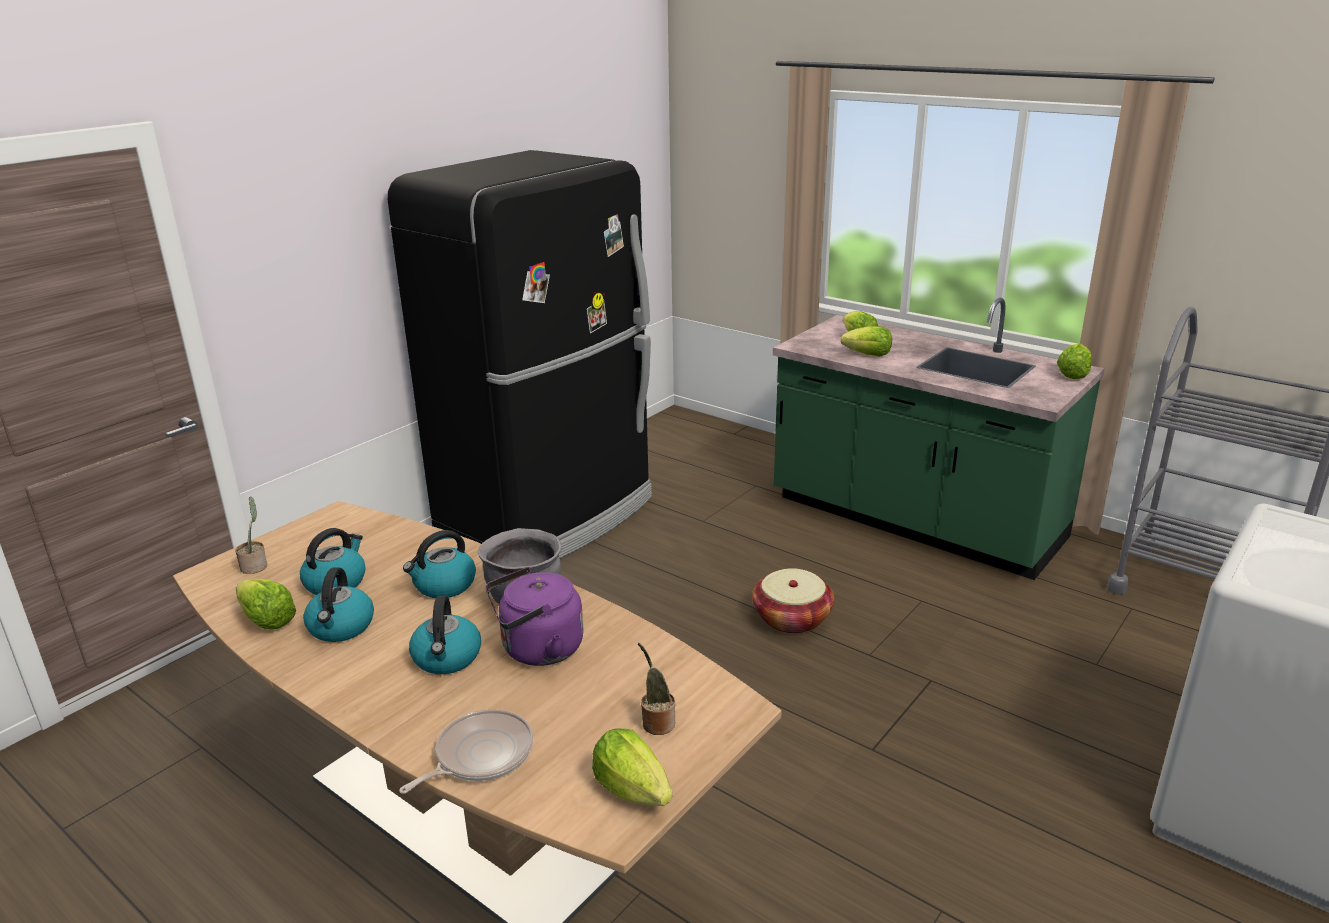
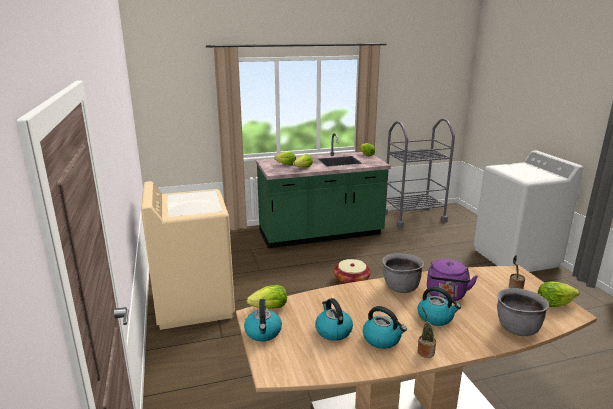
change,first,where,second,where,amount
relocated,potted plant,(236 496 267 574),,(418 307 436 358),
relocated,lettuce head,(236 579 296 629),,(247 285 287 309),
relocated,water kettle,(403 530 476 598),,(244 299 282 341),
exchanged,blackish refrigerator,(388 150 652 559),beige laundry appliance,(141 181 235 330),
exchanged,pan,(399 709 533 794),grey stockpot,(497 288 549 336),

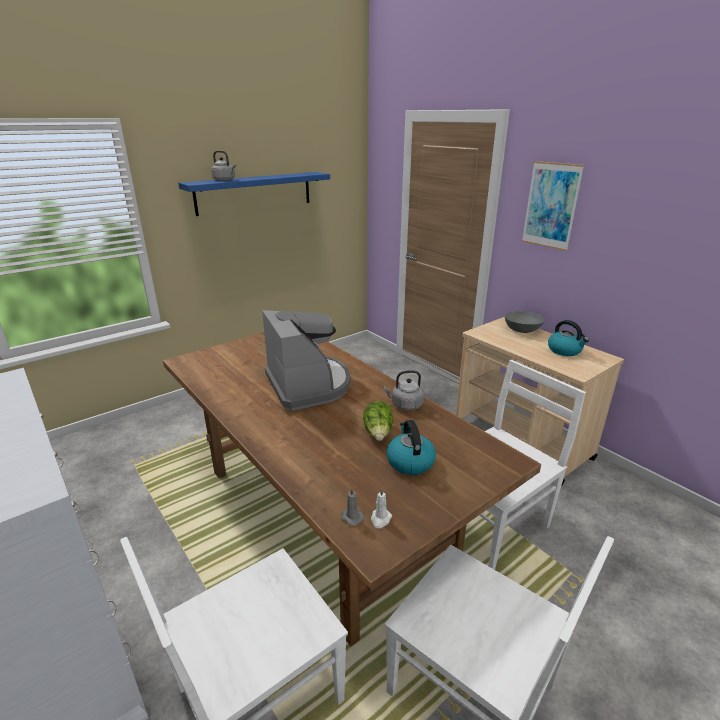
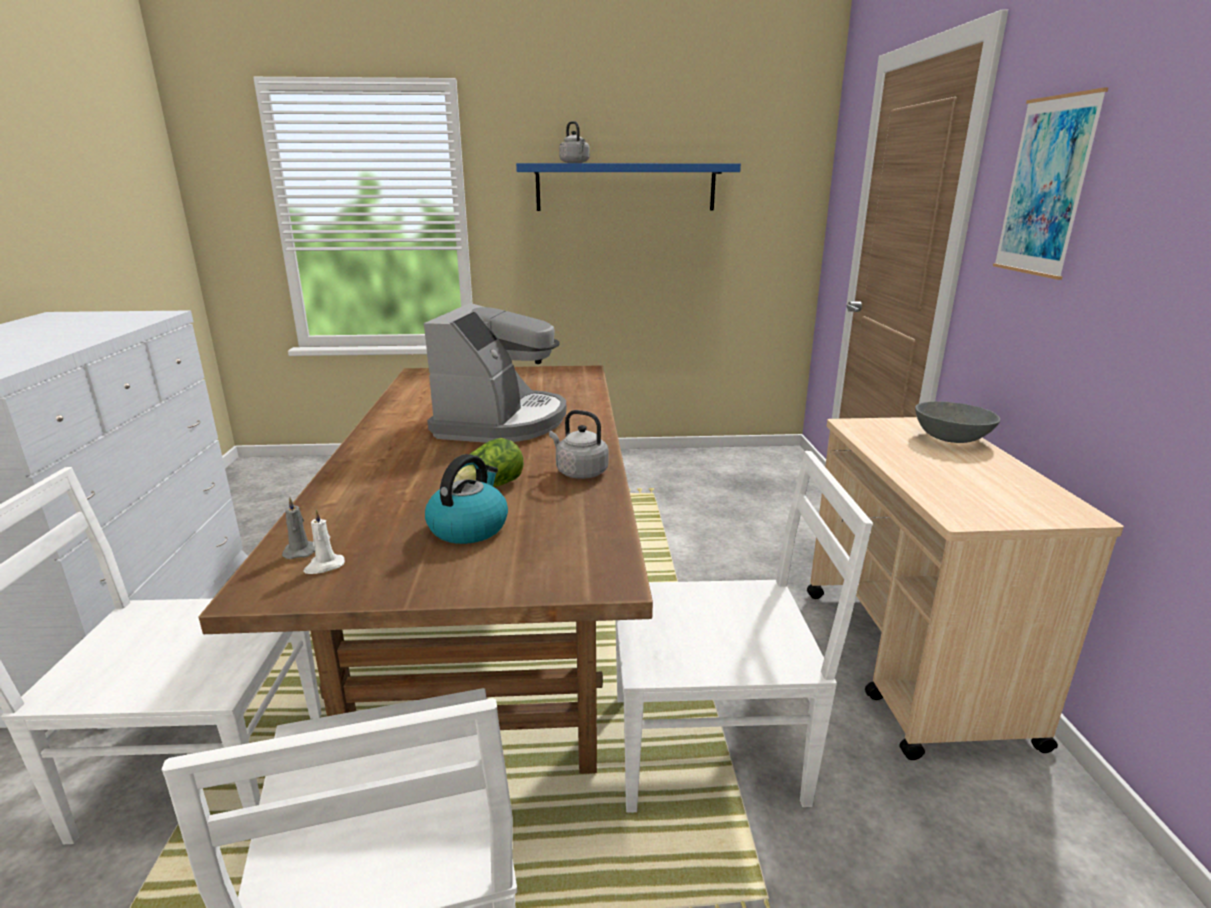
change,first,where,second,where,amount
missing,water kettle,(548 320 589 356),,,

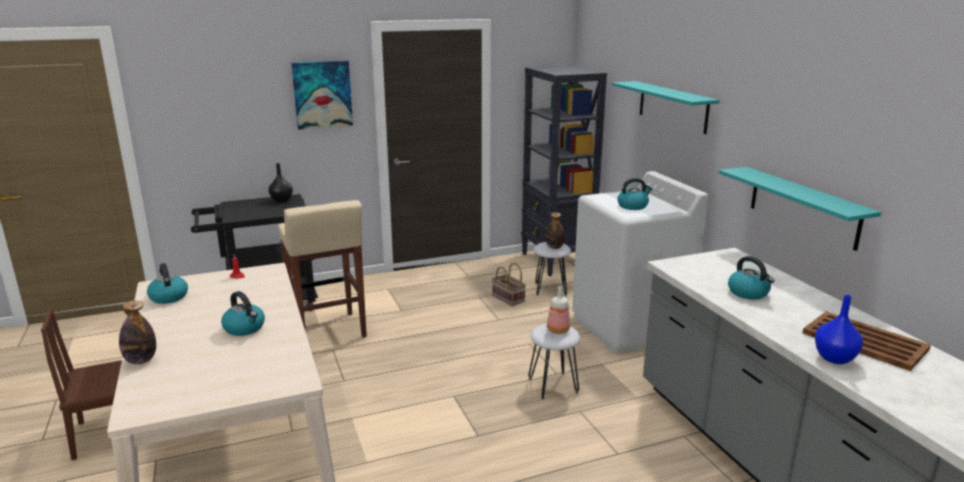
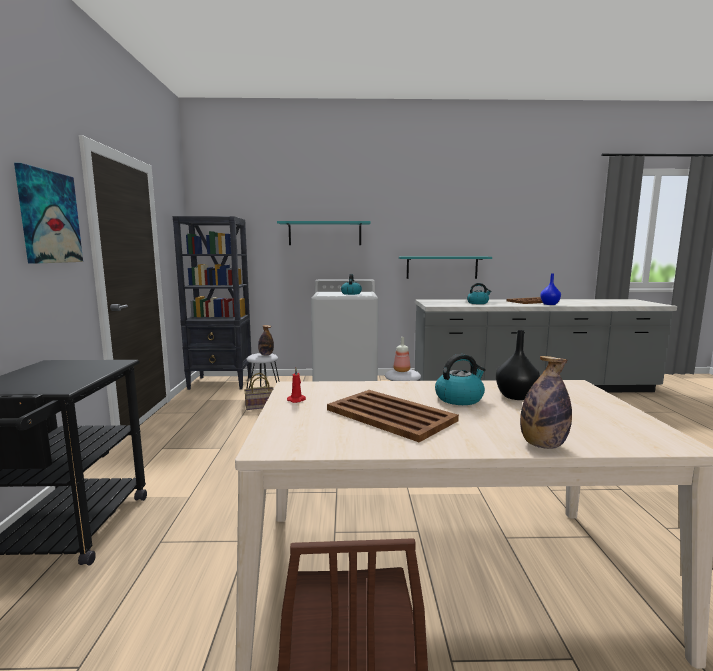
change,first,where,second,where,amount
missing,water kettle,(147 263 188 304),,,
missing,beige stool,(278 200 367 338),,,
appeared,,,brown-coloured serving tray,(327 390 459 442),
relocated,blackish vase,(268 163 293 203),,(496 330 540 400),

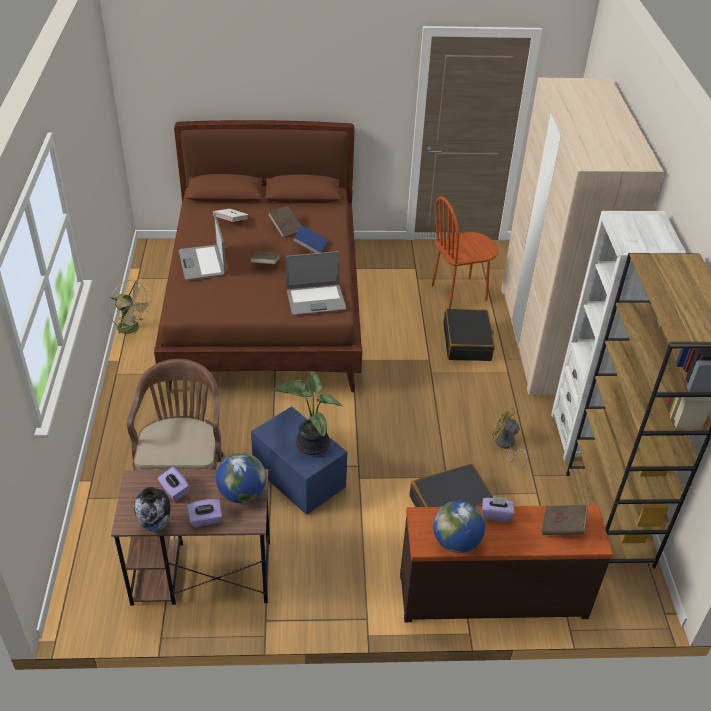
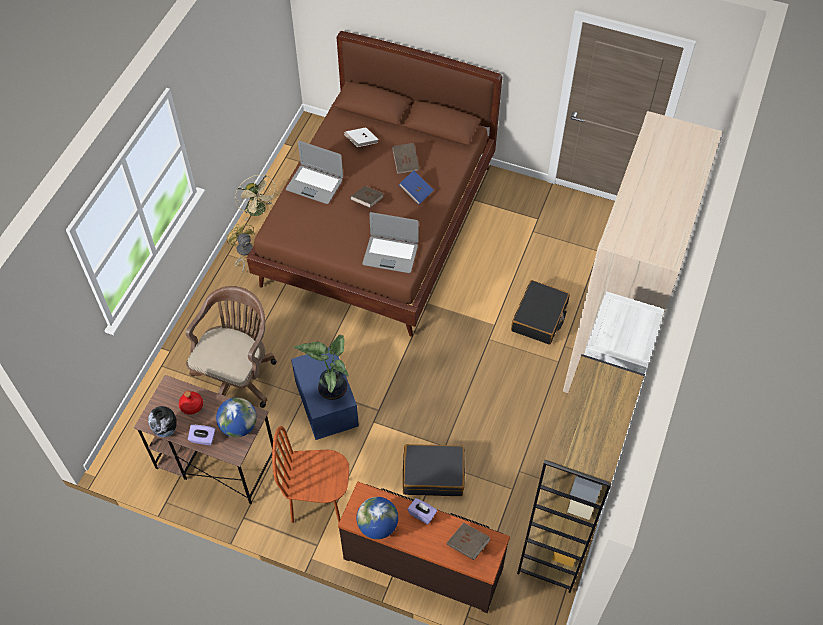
change,first,where,second,where,amount
relocated,brown-coloured plain chair,(432 197 498 309),,(272 426 349 523),
relocated,yellow-coloured cooling fan,(492 405 527 467),,(227 222 255 273),
exchanged,purple-coloured box of tissues,(158 467 189 501),reddish bottle,(179 391 203 415),
spun,notebook computer,(179 213 226 280),,(286 141 343 204),75 degrees counterclockwise

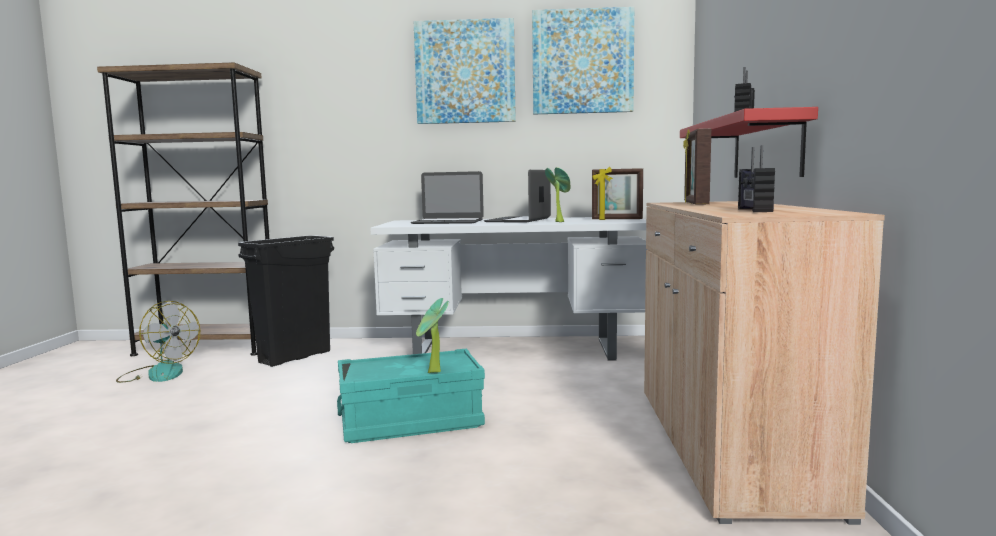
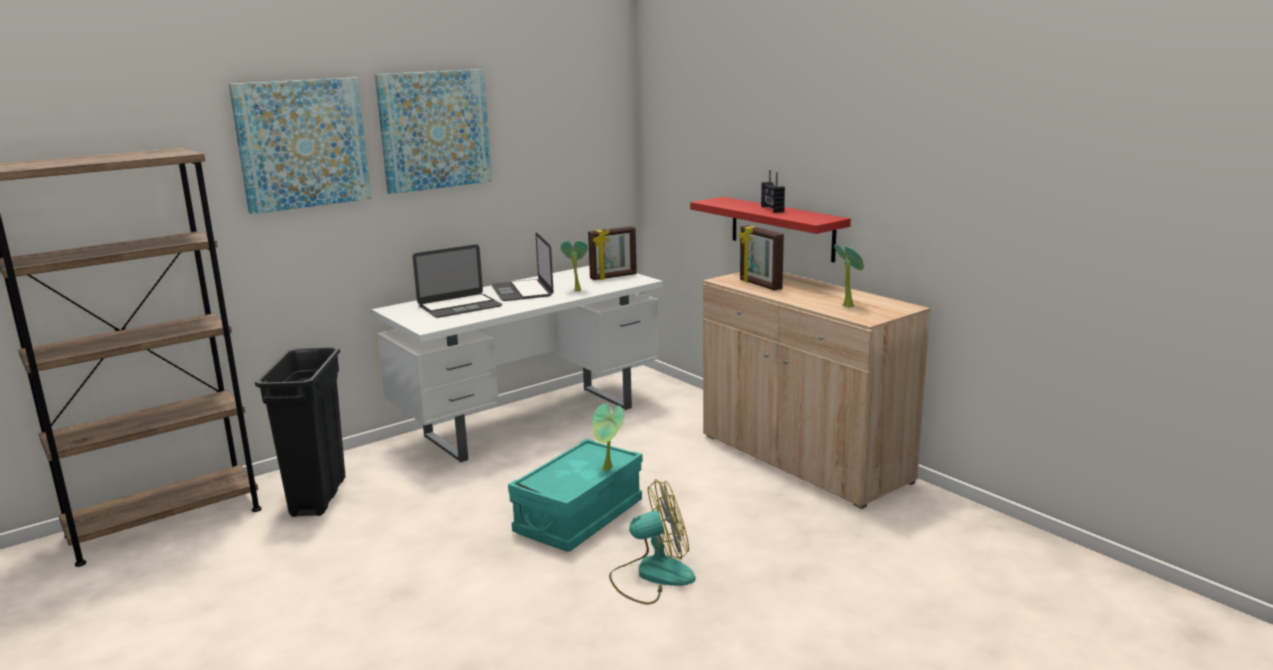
change,first,where,second,where,amount
relocated,cooling fan,(116 301 200 383),,(609 479 696 604),
relocated,picture,(532 7 634 114),,(229 77 371 214),
exchanged,radio,(738 145 775 212),potted plant,(834 244 864 307),

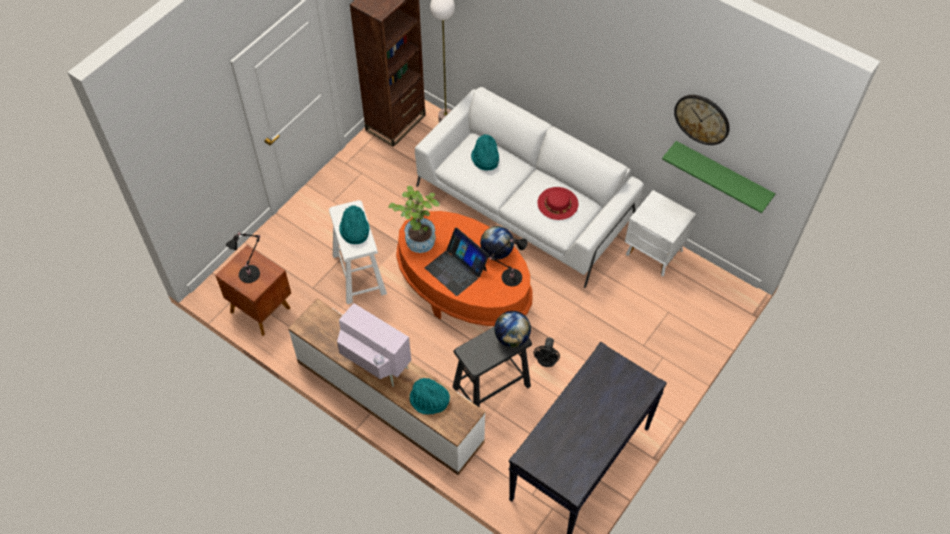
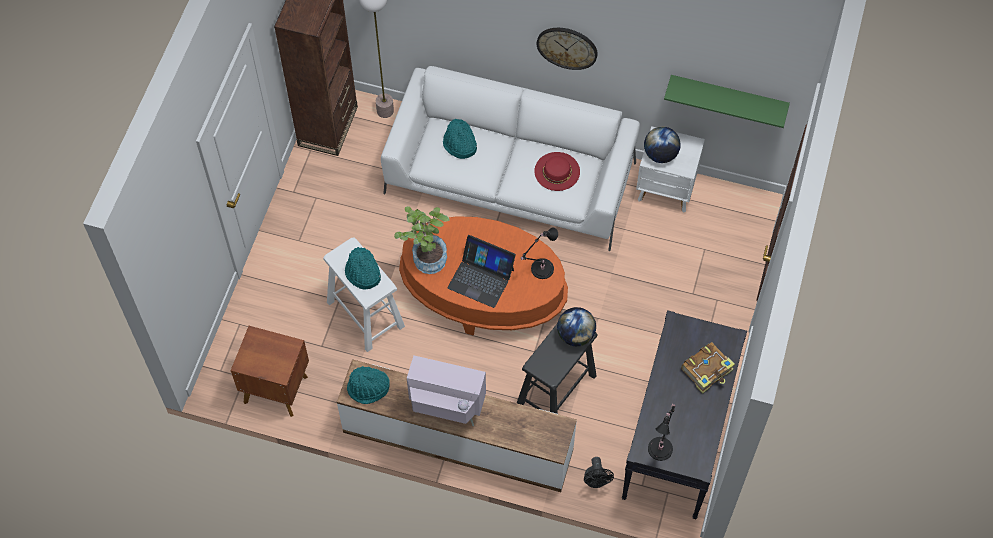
change,first,where,second,where,amount
appeared,,,book,(681 342 735 394),
relocated,blackish table lamp,(226 232 261 283),,(648 403 675 461),
relocated,turquoise-coloured wearable hat,(409 378 450 415),,(347 366 390 404),
relocated,desk globe,(480 226 514 260),,(644 127 681 163),
relocated,blackish cooling fan,(533 337 560 367),,(584 457 614 488),
relocated,wall clock,(674 95 730 145),,(537 28 598 70),

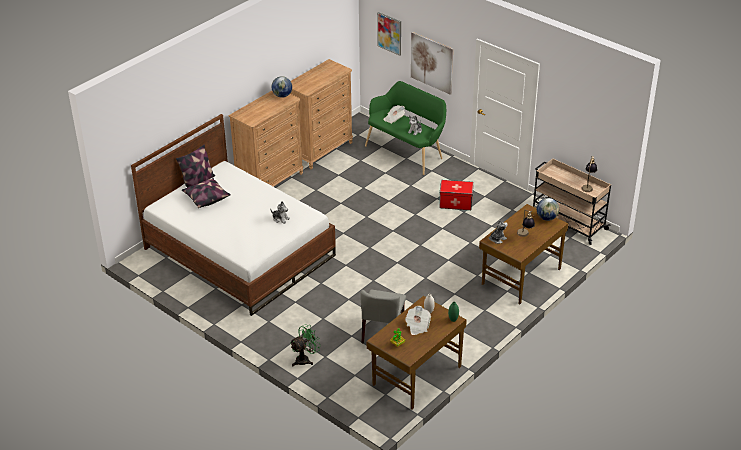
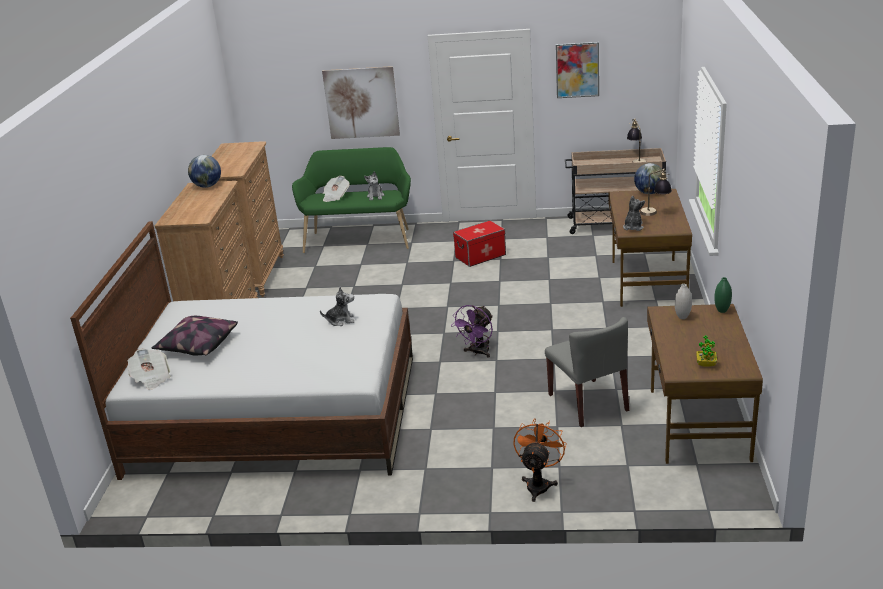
change,first,where,second,where,amount
missing,pillow,(176 144 215 188),,,
appeared,,,purple-coloured cooling fan,(451 305 493 357),
relocated,picture,(377 12 401 56),,(556 42 599 98),
relocated,daily paper,(405 306 431 335),,(127 348 171 390),
colour,green cooling fan,(290 324 321 367),orangey cooling fan,(513 418 567 502),

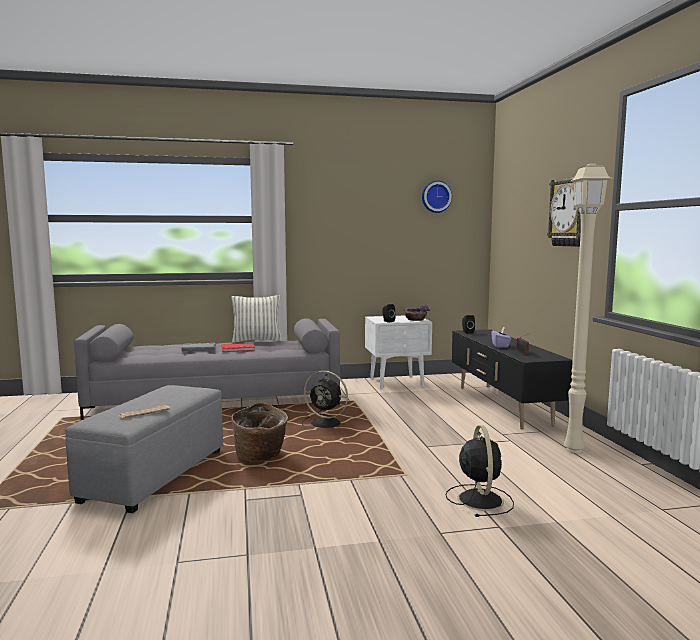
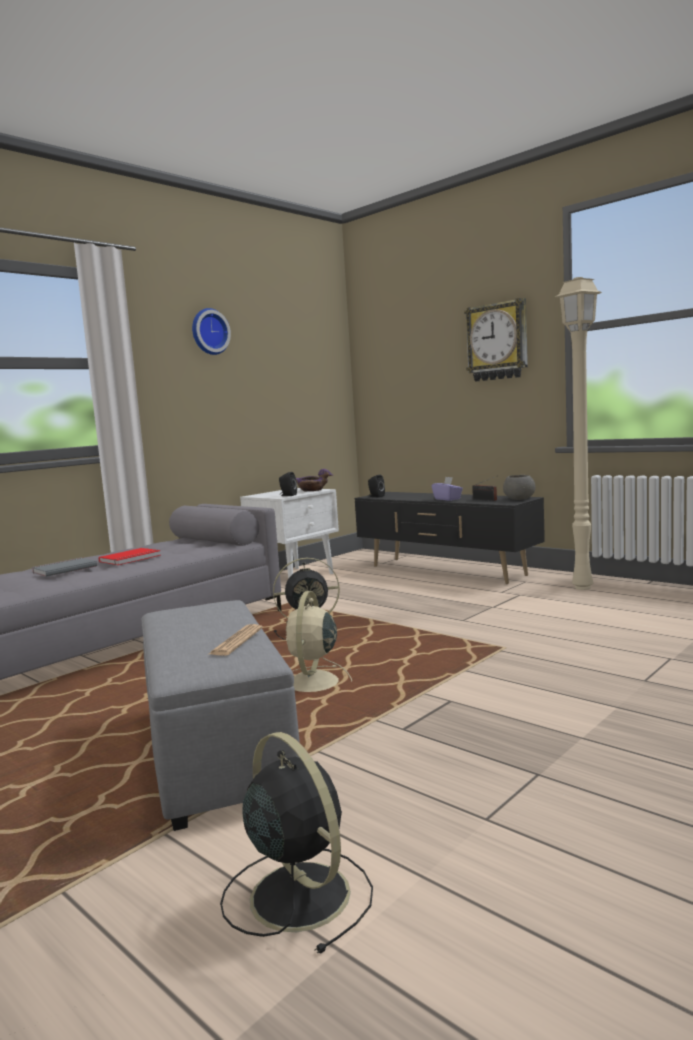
change,first,where,second,where,amount
missing,pillow,(231 295 282 343),,,
appeared,,,grey deep dish,(503 475 535 500),
relocated,wall clock,(422 180 452 213),,(192 308 231 355),
relocated,blackish cooling fan,(446 425 514 517),,(220 732 373 954),
exchanged,household basket,(232 402 288 461),beige cooling fan,(286 591 352 692),

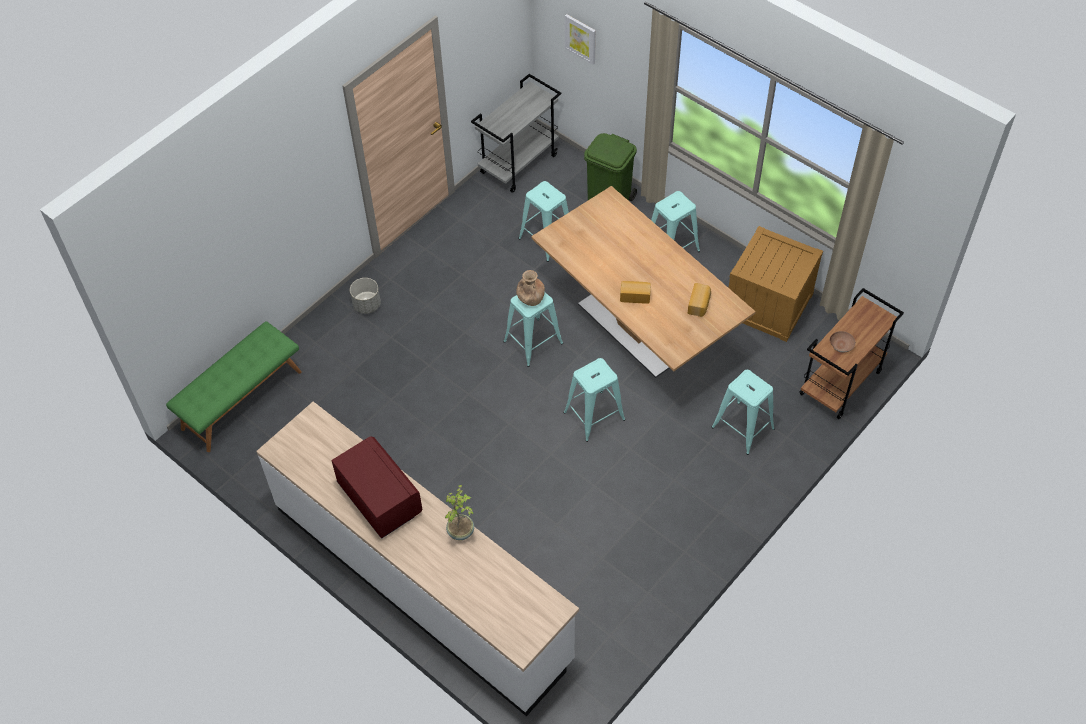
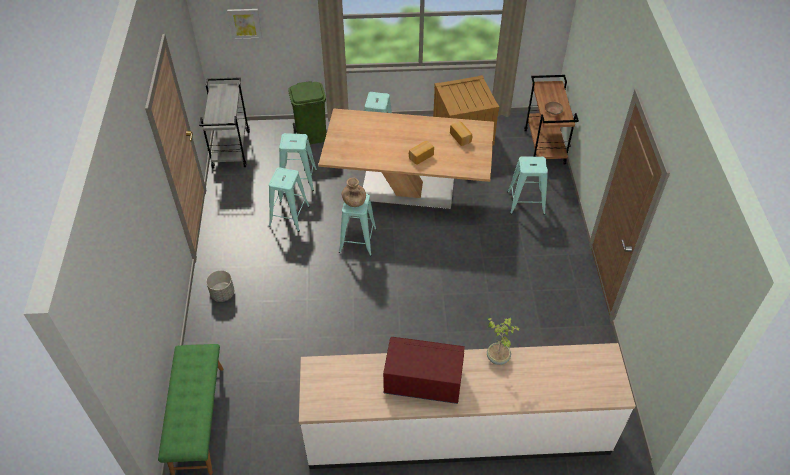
change,first,where,second,where,amount
relocated,turquoise-coloured stool,(563 358 625 442),,(269 167 310 232),

